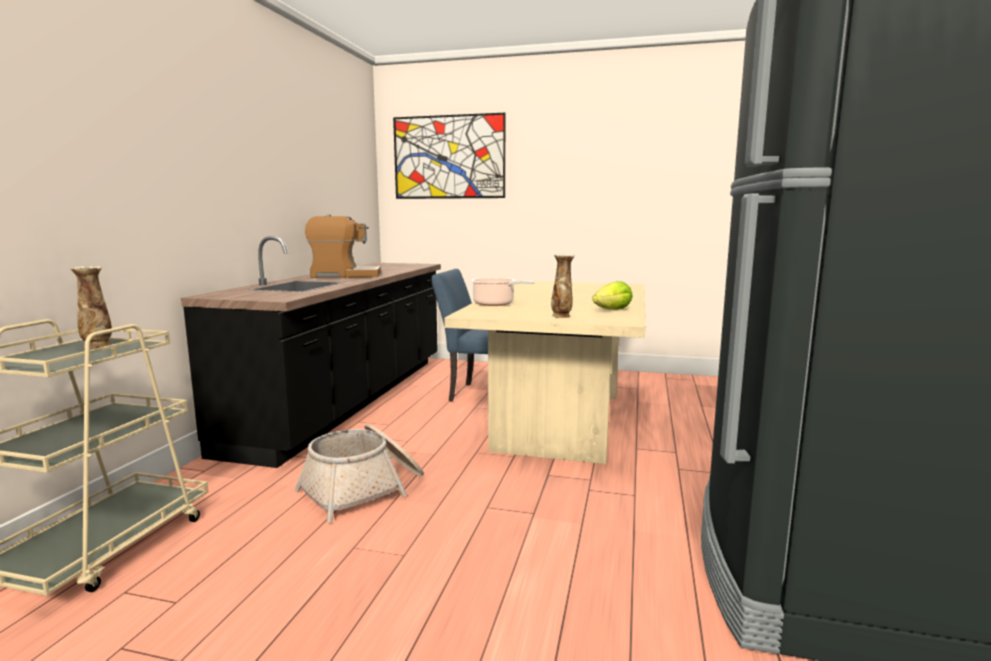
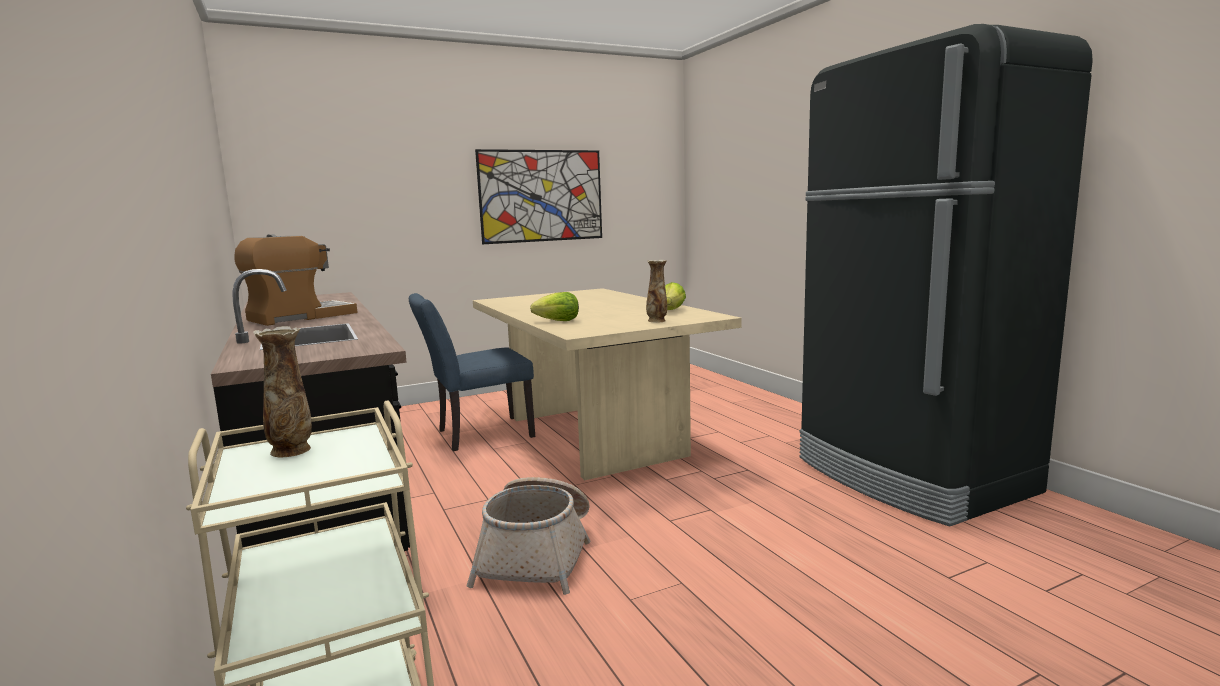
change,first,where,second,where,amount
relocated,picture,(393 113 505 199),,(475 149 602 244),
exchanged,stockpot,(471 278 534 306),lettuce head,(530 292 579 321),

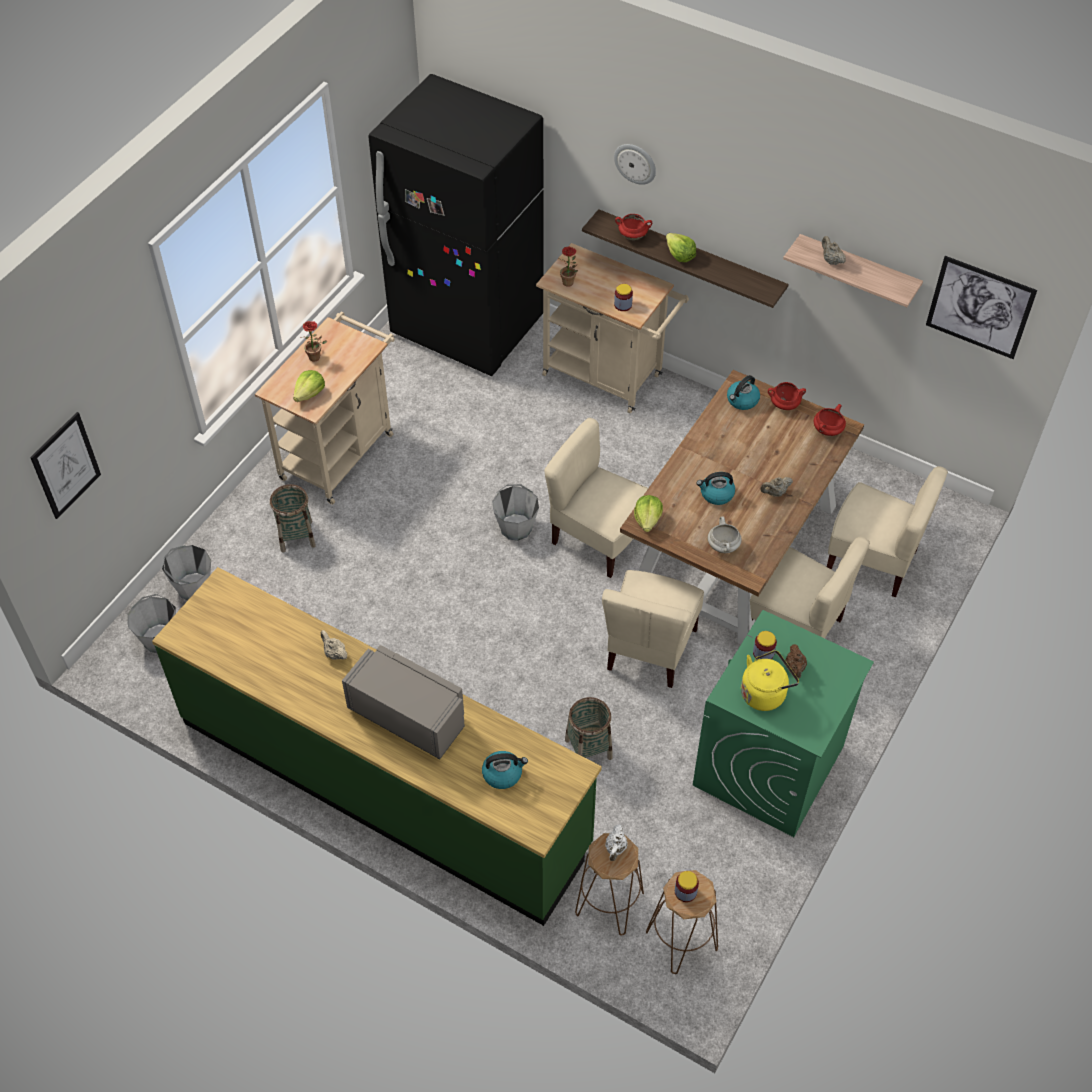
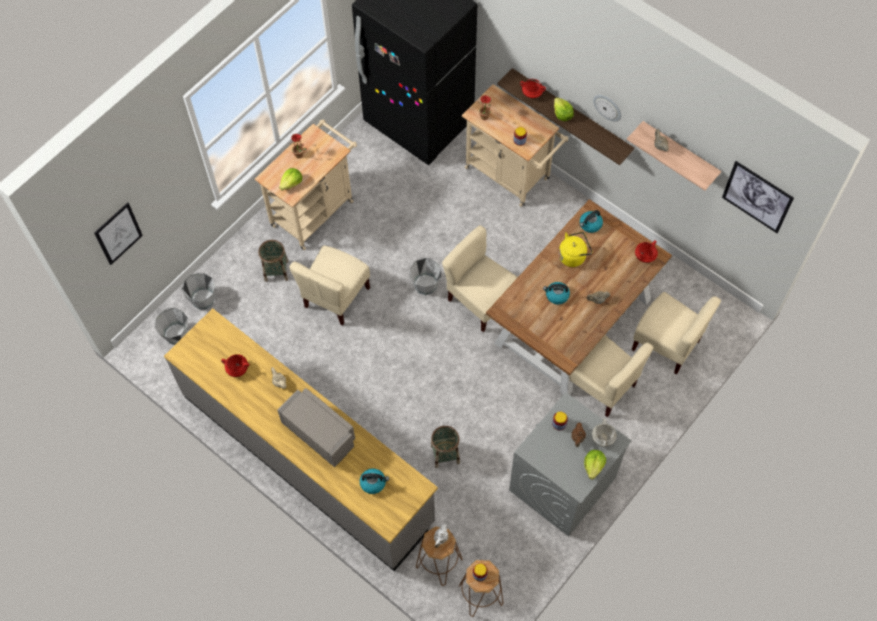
change,first,where,second,where,amount
relocated,beige plain chair,(602 570 704 688),,(289 246 370 325),
relocated,wall clock,(614 144 656 185),,(593 95 621 122),
relocated,lettuce head,(634 495 663 532),,(584 450 606 479),
relocated,white stockpot,(708 517 742 553),,(592 419 617 447),
relocated,yellow-coloured water kettle,(741 650 799 711),,(559 232 592 267),
relocated,reddish stockpot,(768 382 806 410),,(221 354 249 377),
colour,green counter,(152 567 602 926),grey counter,(164 308 438 571),
colour,green laundry appliance,(693 610 874 837),grey laundry appliance,(509 392 632 537),

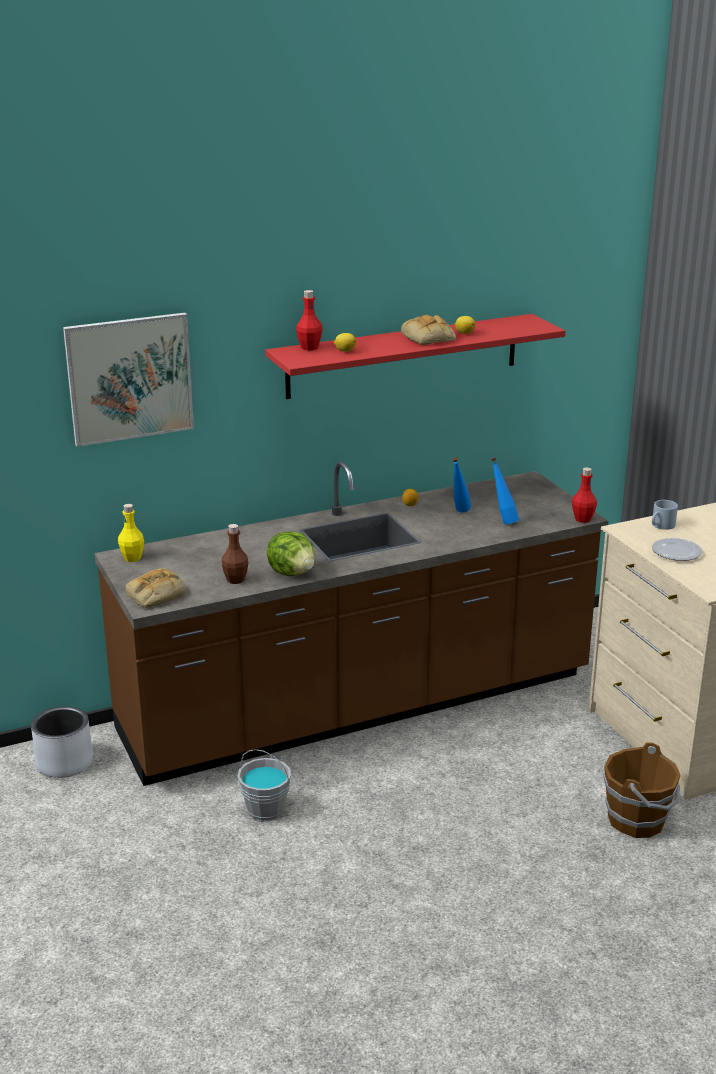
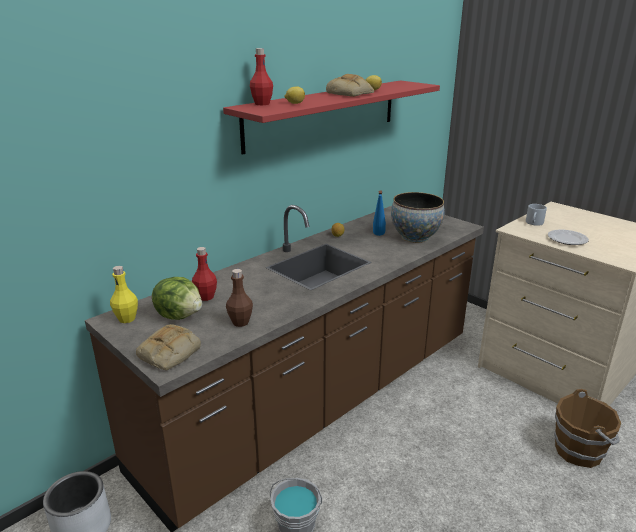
change,first,where,second,where,amount
missing,picture,(63 313 194 447),,,
relocated,lettuce head,(267 532 315 576),,(152 277 202 320),
relocated,reddish bottle,(572 467 597 523),,(192 247 217 301),
exchanged,bluish bottle,(491 457 519 524),deep dish,(391 192 445 243),

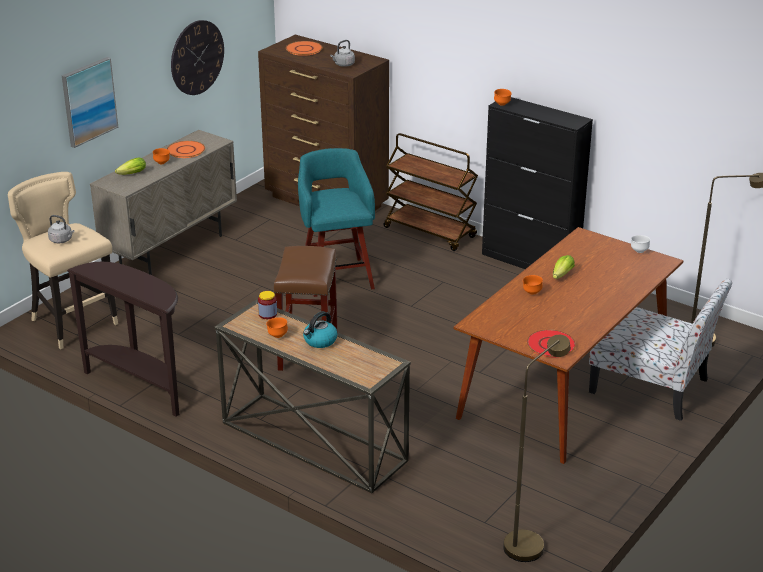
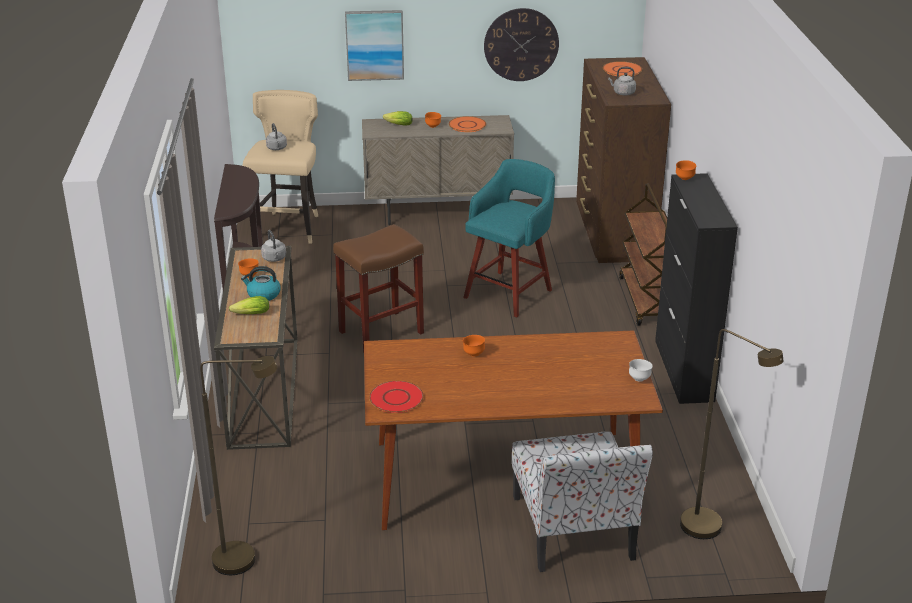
change,first,where,second,where,amount
relocated,lettuce head,(553 255 575 279),,(229 296 269 314),
exchanged,storage jar,(258 291 277 319),grey water kettle,(261 230 286 262),

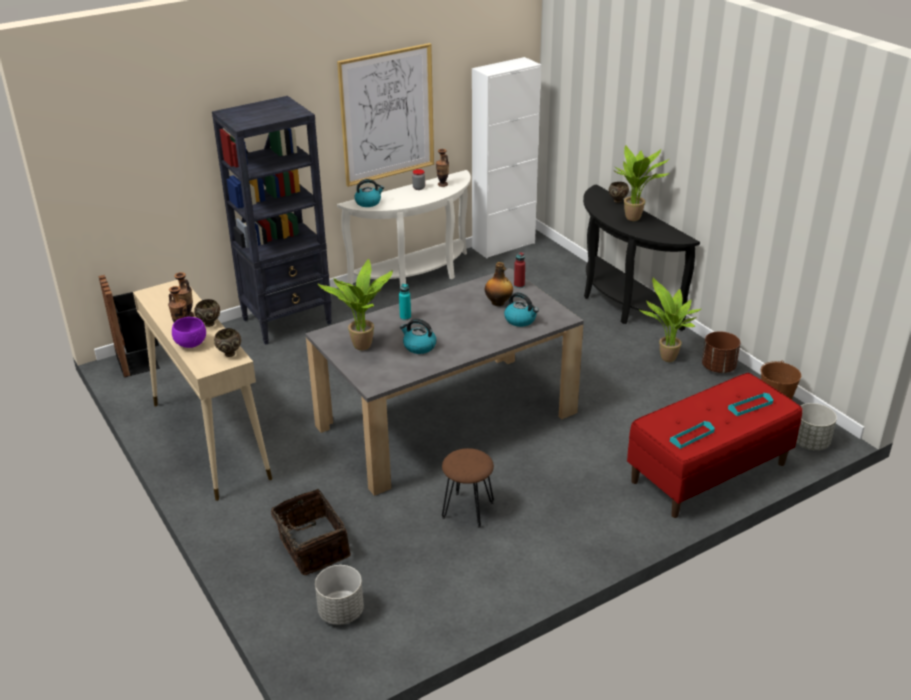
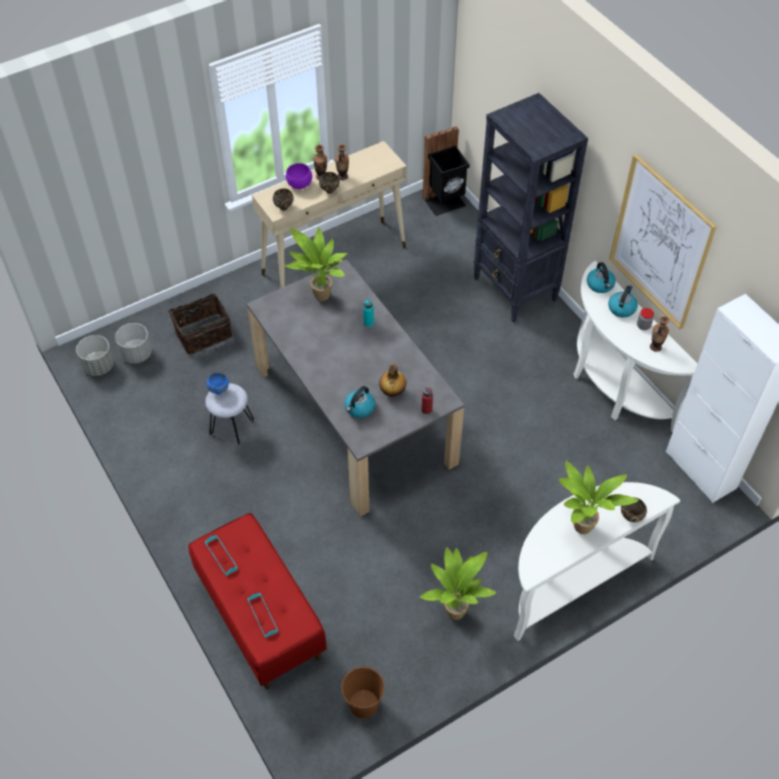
change,first,where,second,where,amount
missing,brown-coloured flower pot,(702 331 740 373),,,
appeared,,,bluish deep dish,(206 373 229 395),
relocated,water kettle,(400 319 436 354),,(608 285 638 318),
relocated,grey flower pot,(796 403 837 450),,(76 335 114 376),
colour,brown-coloured stool,(442 448 494 528),grey stool,(205 383 254 445),
colour,blackish hall table,(583 184 700 331),white hall table,(514 482 681 641),

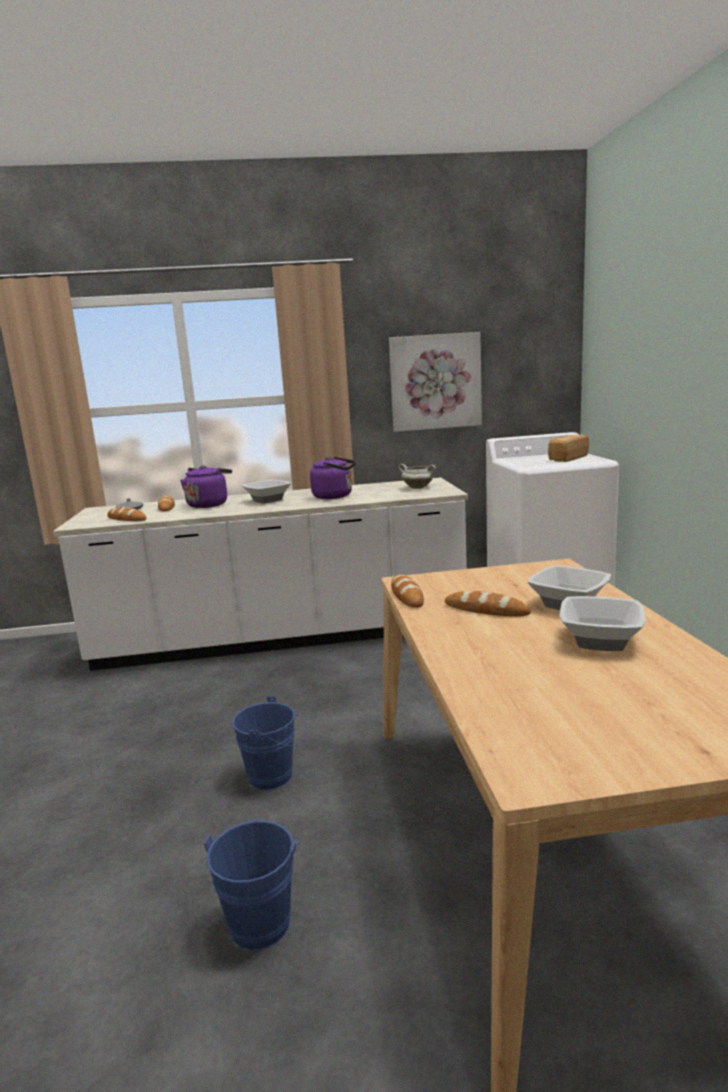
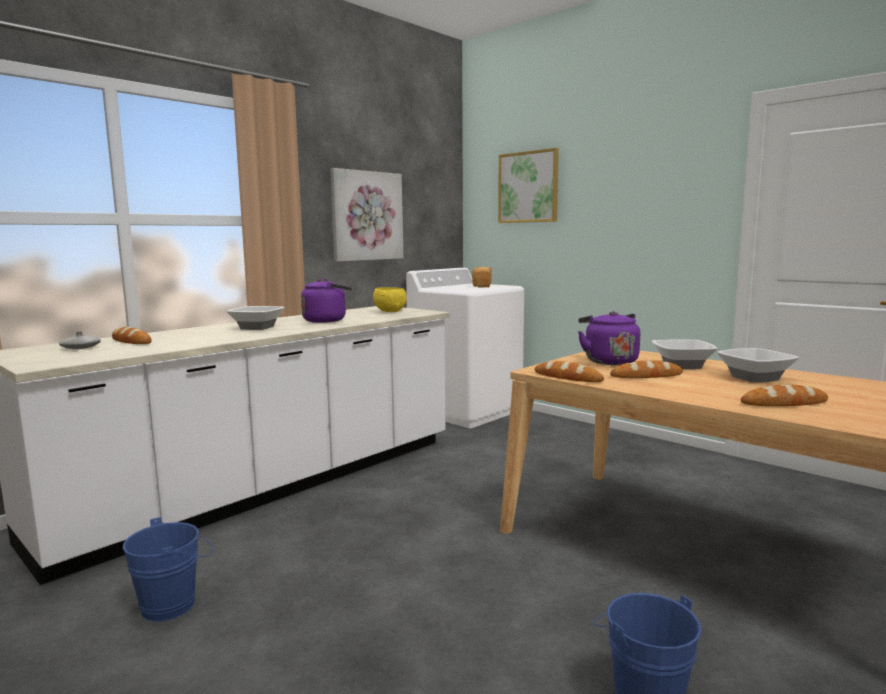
change,first,where,second,where,amount
appeared,,,picture,(498 148 559 223),
relocated,baked bread,(107 507 146 521),,(741 384 828 406),
relocated,purple-coloured water kettle,(180 465 232 508),,(578 311 640 365),
relocated,bluish bucket,(232 696 307 790),,(122 517 213 622),
exchanged,white stockpot,(399 464 436 489),yellow-coloured deep dish,(373 287 407 312),

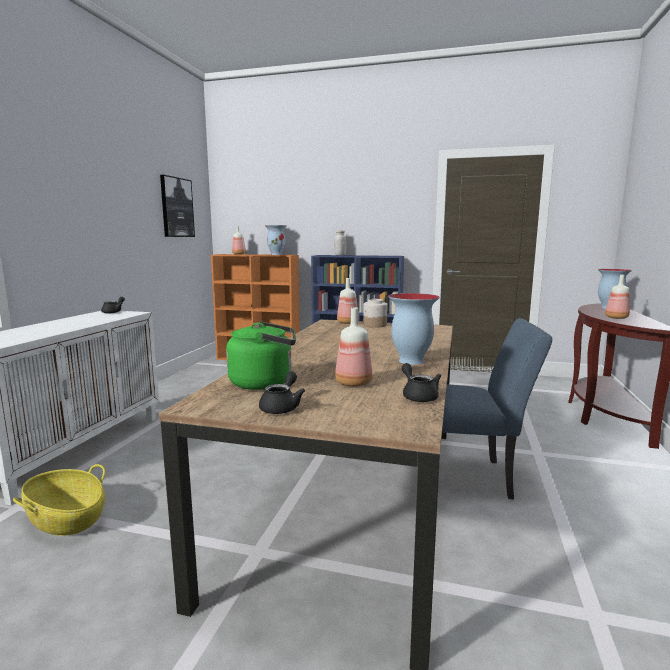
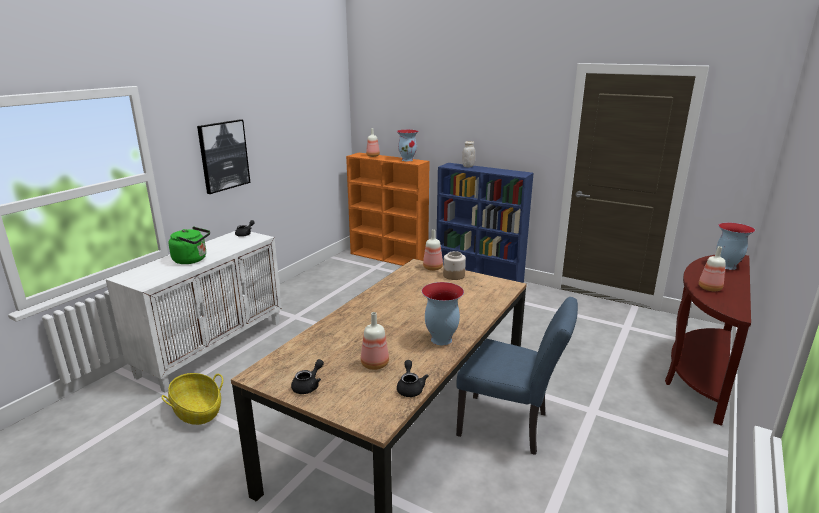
change,first,where,second,where,amount
relocated,picture,(160 175 195 237),,(197 119 250 194),
relocated,green water kettle,(226 322 296 390),,(169 227 210 264),

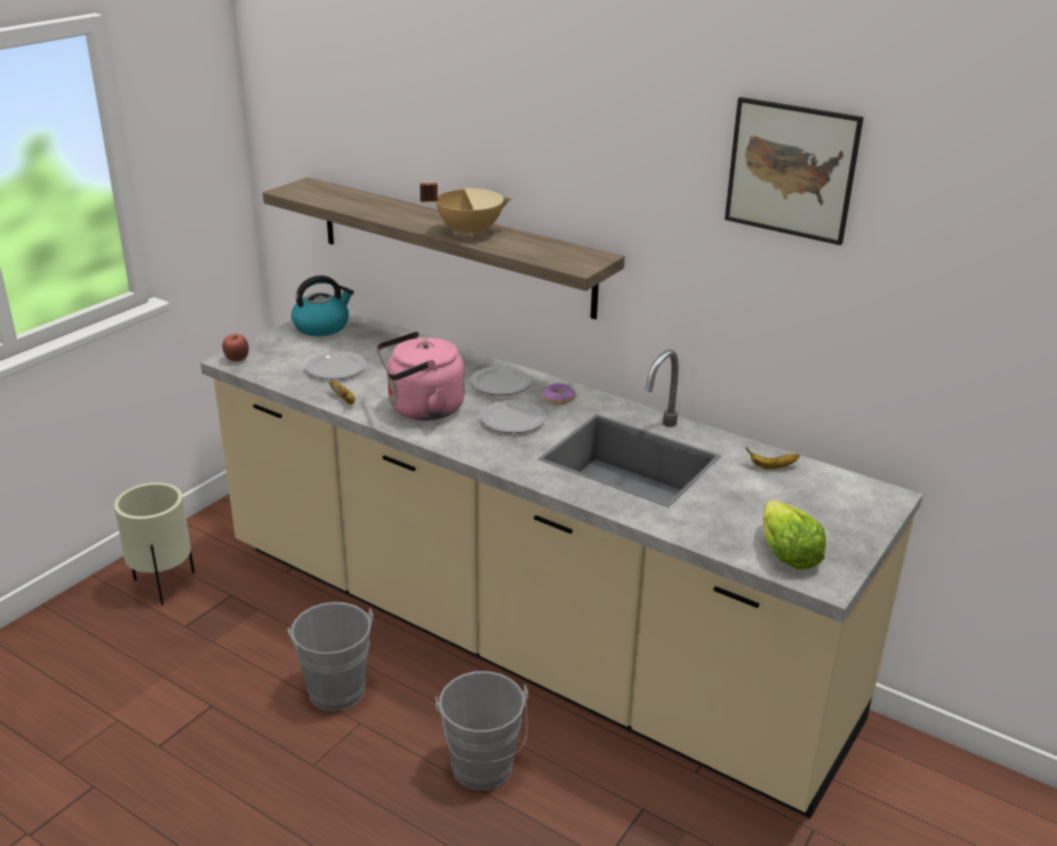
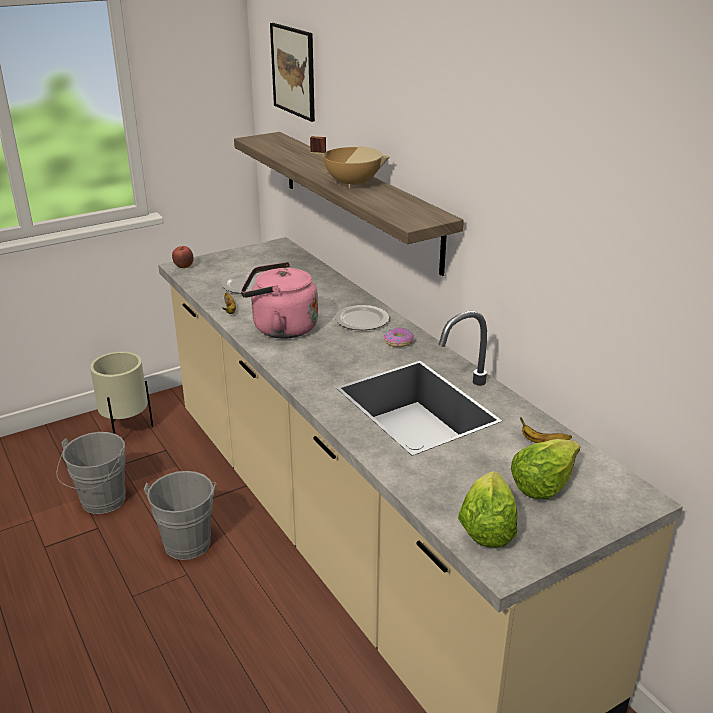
change,first,where,second,where,amount
missing,water kettle,(291 276 354 336),,,
missing,dinner plate,(481 400 546 433),,,
appeared,,,lettuce head,(511 439 580 499),
relocated,grey bucket,(435 671 528 790),,(57 432 125 514),
relocated,picture,(725 97 864 245),,(270 23 315 122),

